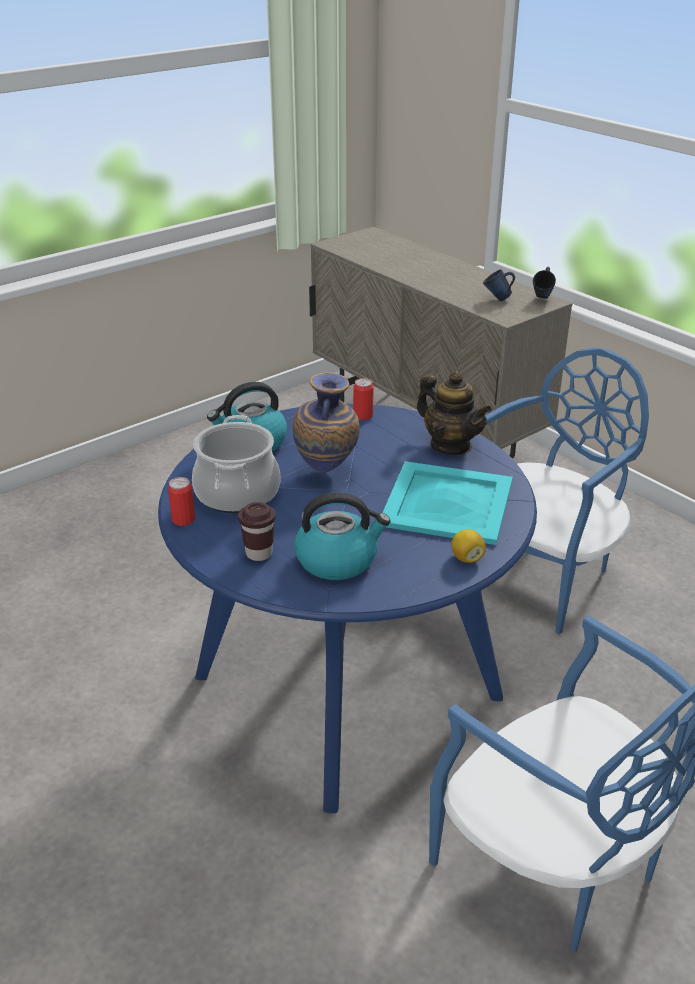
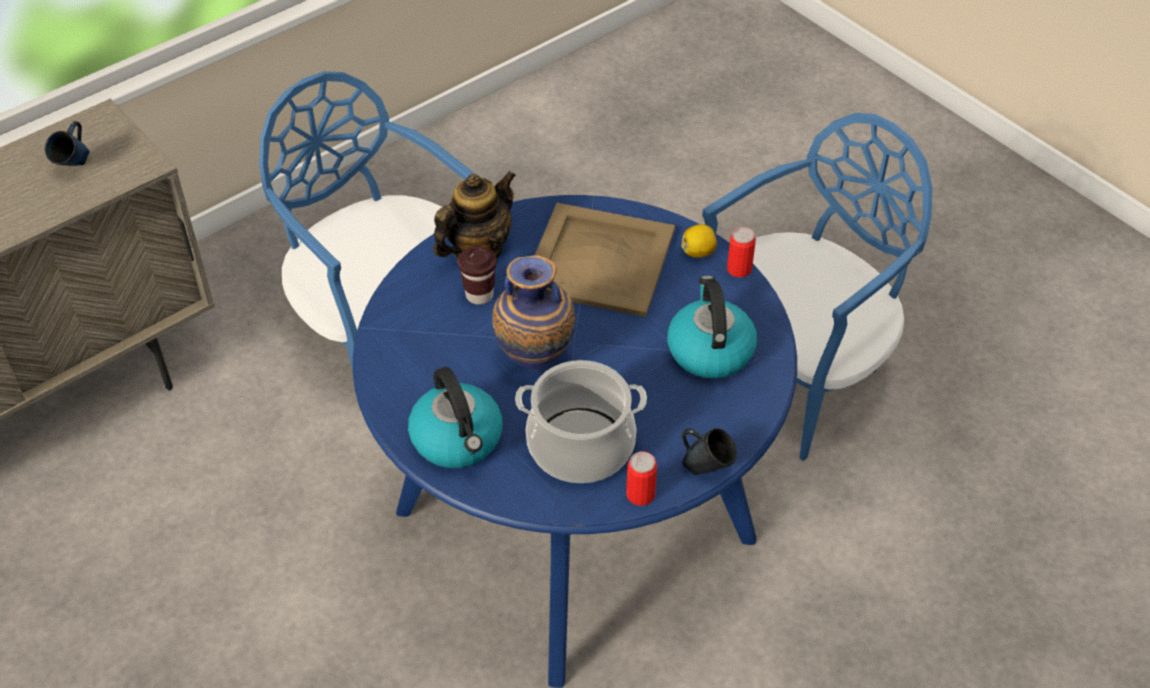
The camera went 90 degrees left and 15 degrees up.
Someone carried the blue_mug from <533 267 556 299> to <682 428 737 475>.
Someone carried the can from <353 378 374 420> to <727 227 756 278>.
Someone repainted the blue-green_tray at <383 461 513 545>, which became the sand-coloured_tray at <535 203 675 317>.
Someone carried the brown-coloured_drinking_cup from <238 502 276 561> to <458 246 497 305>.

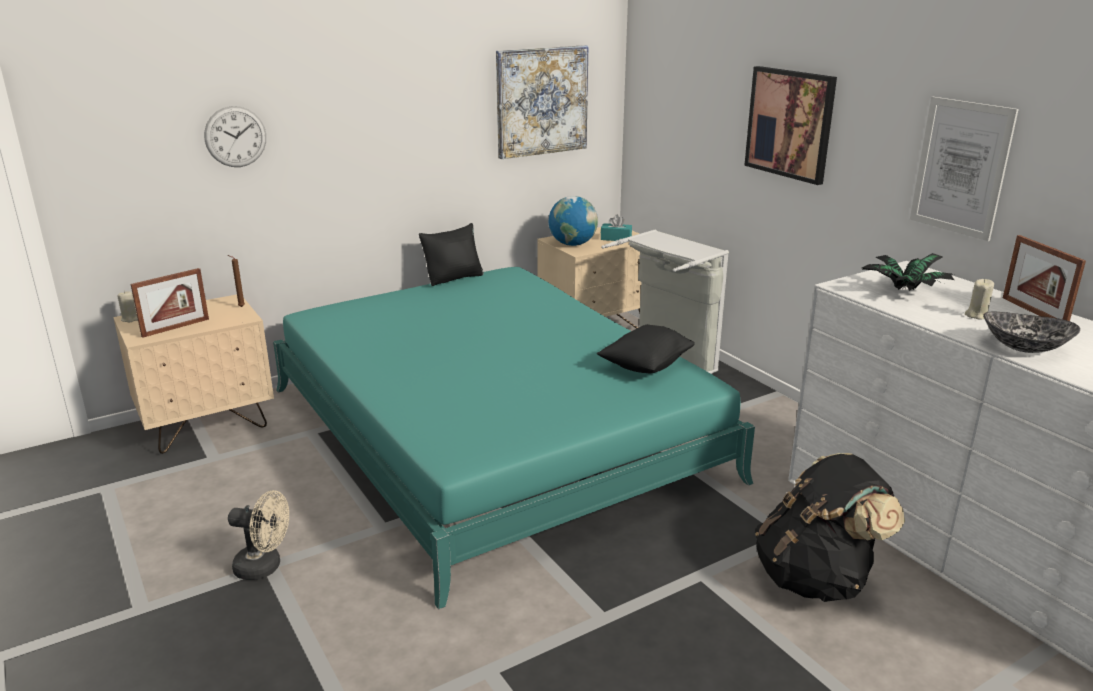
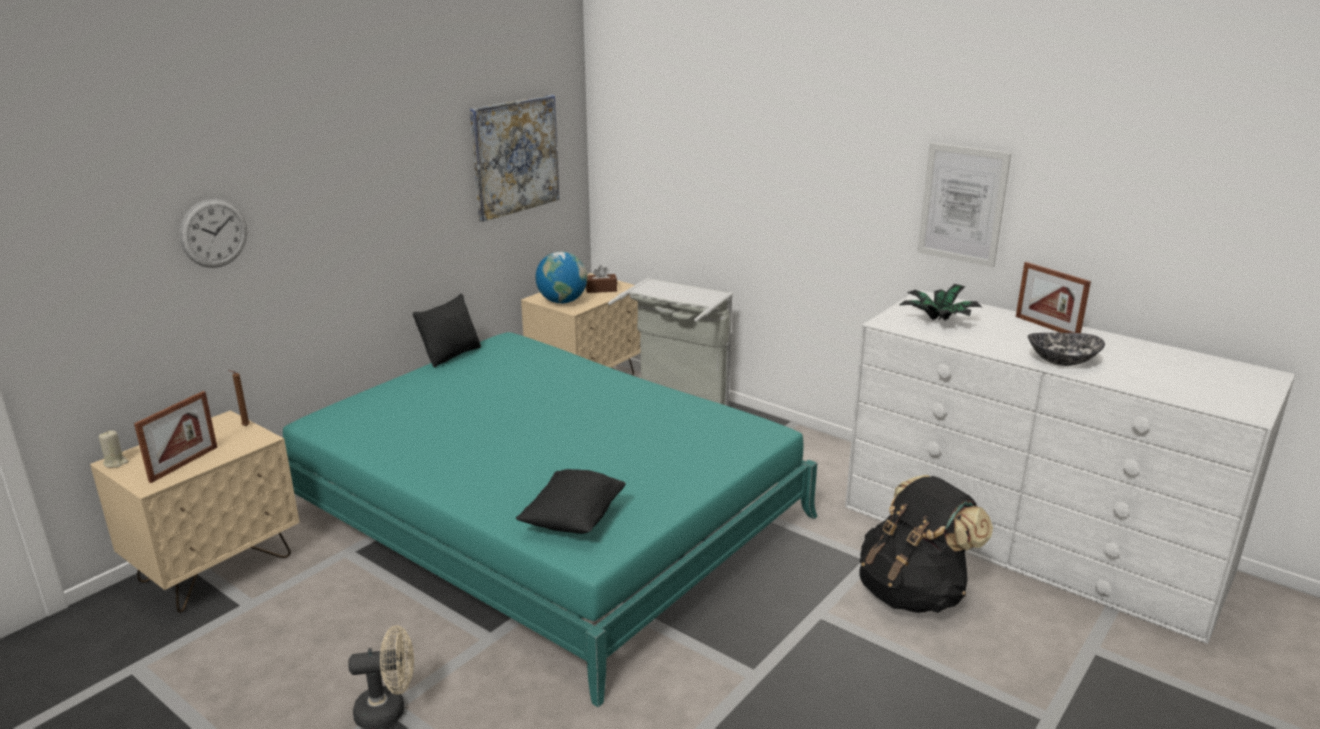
The camera went 20 degrees left and 0 degrees up.
Someone took away the wall_picture at <744 66 837 185>.
Someone repainted the blue-green_tissue_holder at <601 215 632 241>, which became the brown-coloured_tissue_holder at <586 265 617 293>.
Someone took away the sand-coloured_wax_light at <965 279 994 319>.
Someone carried the black-coloured_cushion from <597 325 695 373> to <516 469 626 534>.

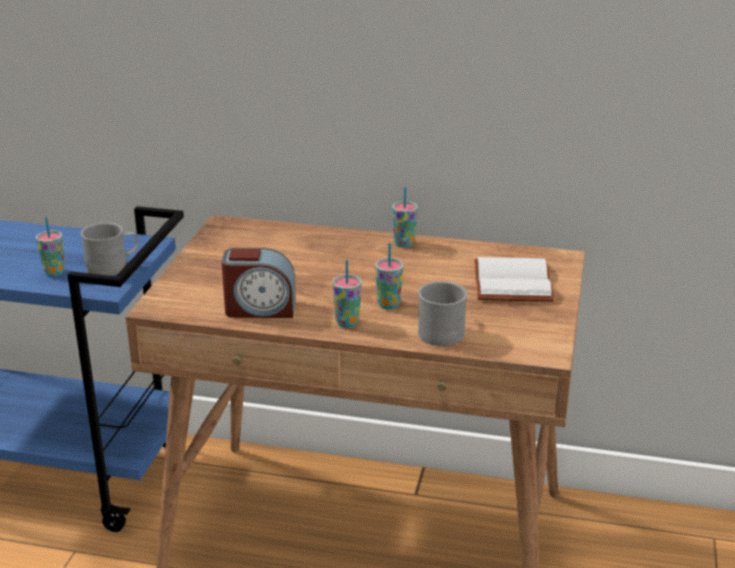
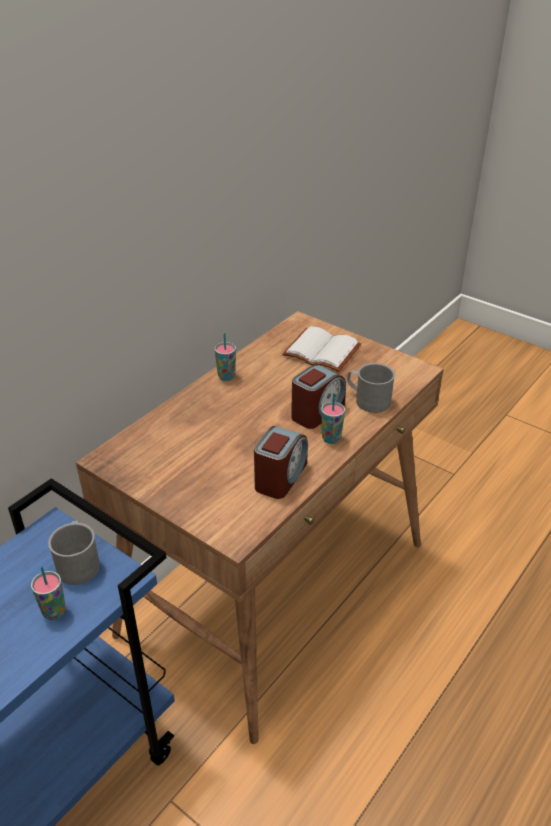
The camera went 65 degrees left and 10 degrees up.
Someone swapped the drinking_cup at <375 243 404 309> for the bedside_clock at <291 364 346 429>.

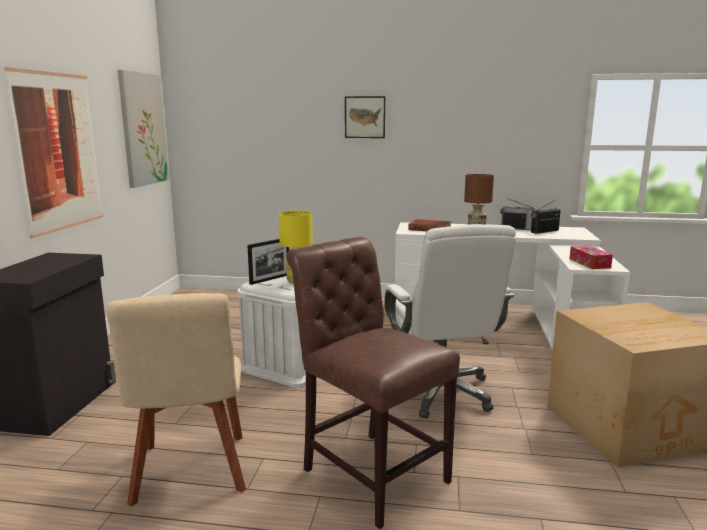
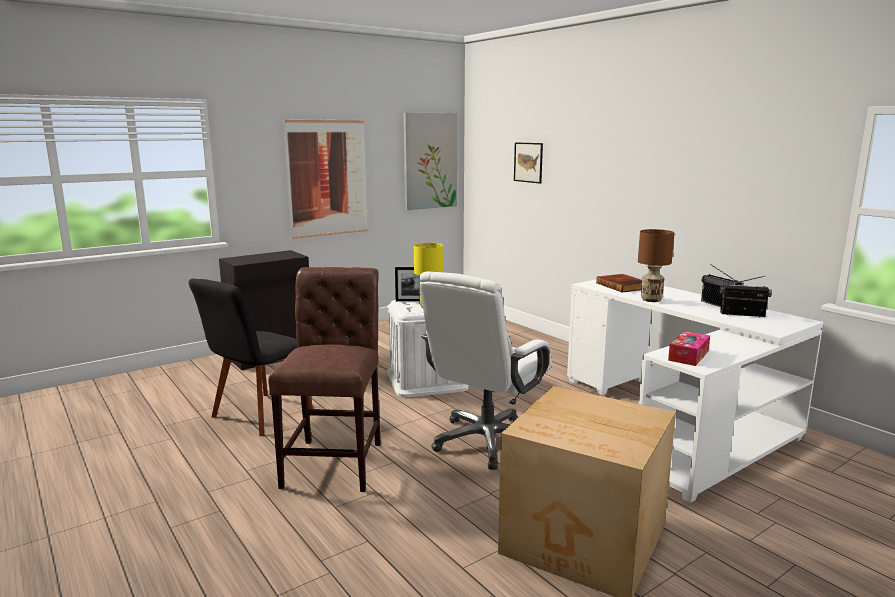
The camera went 45 degrees right and 0 degrees up.
Someone carried the wall_picture from <345 96 385 138> to <514 142 543 183>.
Someone repainted the sand-coloured_upright_chair at <105 293 246 507>, which became the black-coloured_upright_chair at <189 279 313 436>.

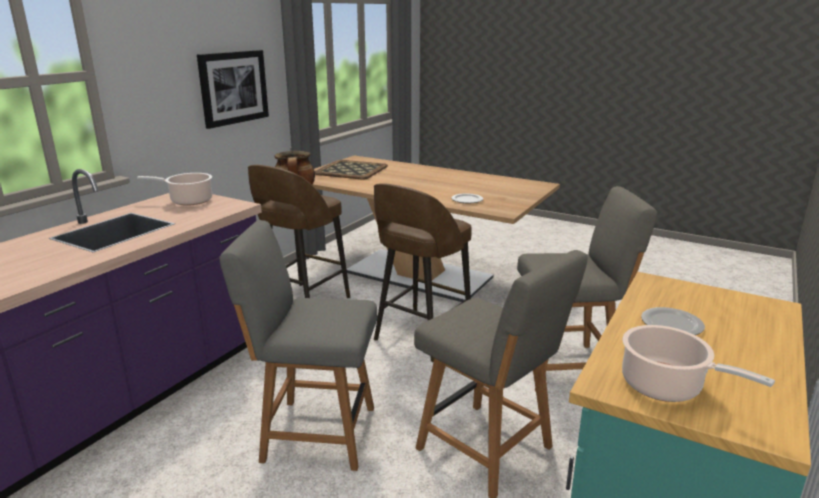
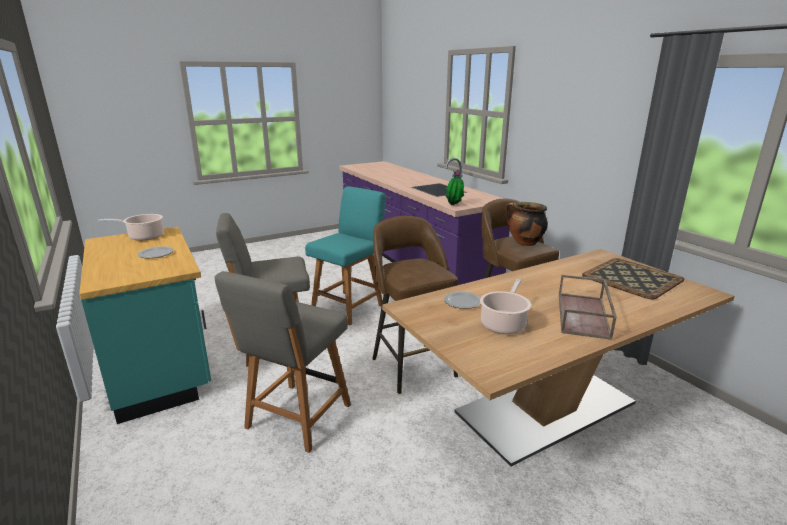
The camera went 120 degrees right and 0 degrees up.
Someone took away the wall_picture at <197 50 269 129>.
Someone carried the saucepot from <137 173 212 206> to <480 279 531 334>.
Someone repainted the grey_upright_chair at <219 220 378 471>, which became the blue-green_upright_chair at <305 187 386 325>.
Someone put down the houseplant at <445 169 464 205>.
Someone put down the brown-coloured_tray at <559 275 617 340>.

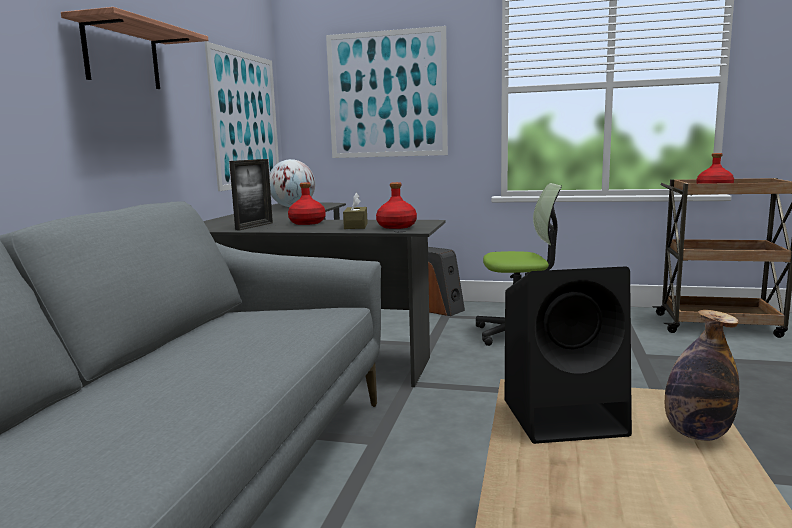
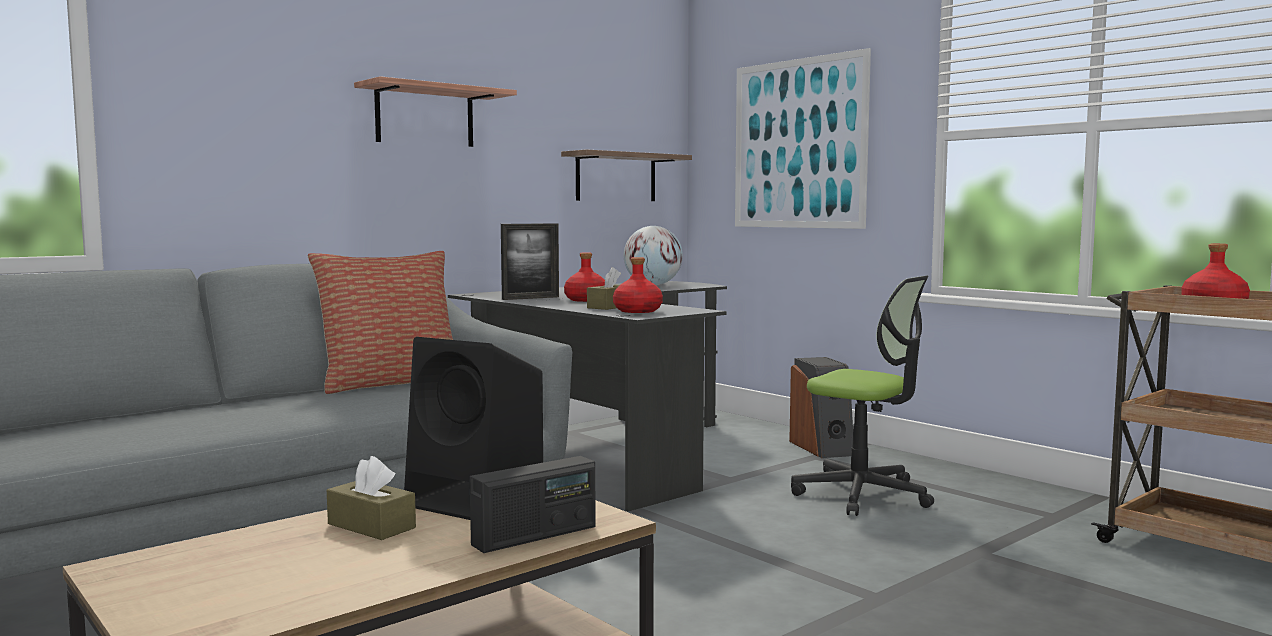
The camera went 35 degrees right and 5 degrees down.
Someone swapped the wall_picture at <205 41 279 191> for the bracket_shelf at <561 149 692 201>.
Someone swapped the drink_bottle at <665 310 739 441> for the radio_receiver at <470 456 596 553>.
Someone put down the cushion at <308 251 453 394>.
Someone put down the brown-coloured_tissue_holder at <327 456 416 540>.

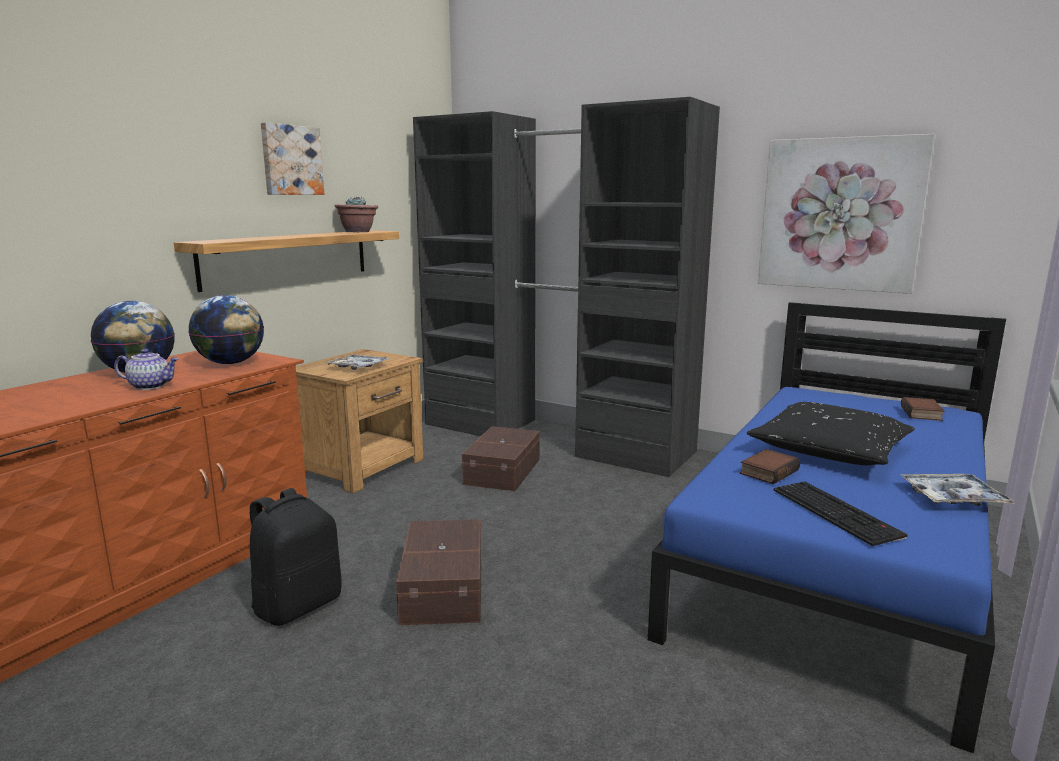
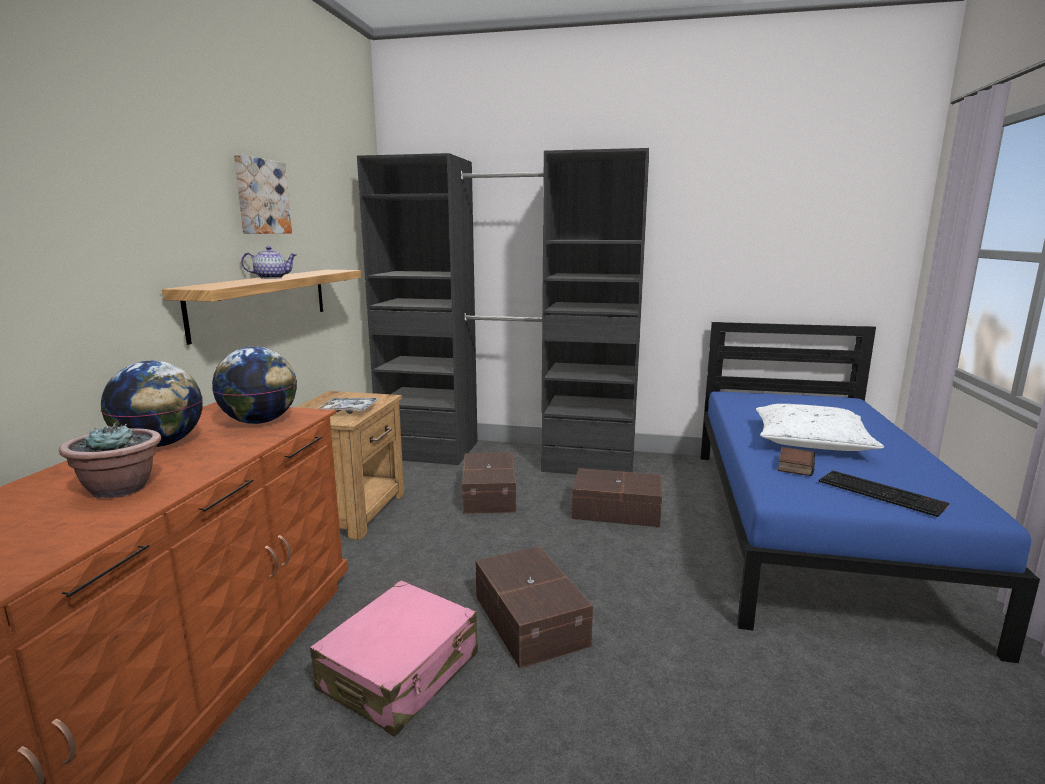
The camera went 20 degrees left and 0 degrees up.
Someone took away the wall_picture at <758 134 935 294>.
Someone carried the houseplant from <335 197 378 232> to <59 422 161 498>.
Someone carried the pot_for_tea from <114 349 178 390> to <241 246 297 279>.
Someone took away the volume at <901 397 945 421>.
Someone repainted the black-coloured_cushion at <747 402 915 465>, which became the white_cushion at <756 404 884 451>.
Someone took away the tray at <901 474 1015 506>.
Someone swapped the black-coloured_backpack at <250 488 342 626> for the pink_travel_case at <310 581 478 736>.
Someone put down the brown-coloured_storage_container at <572 468 662 527>.

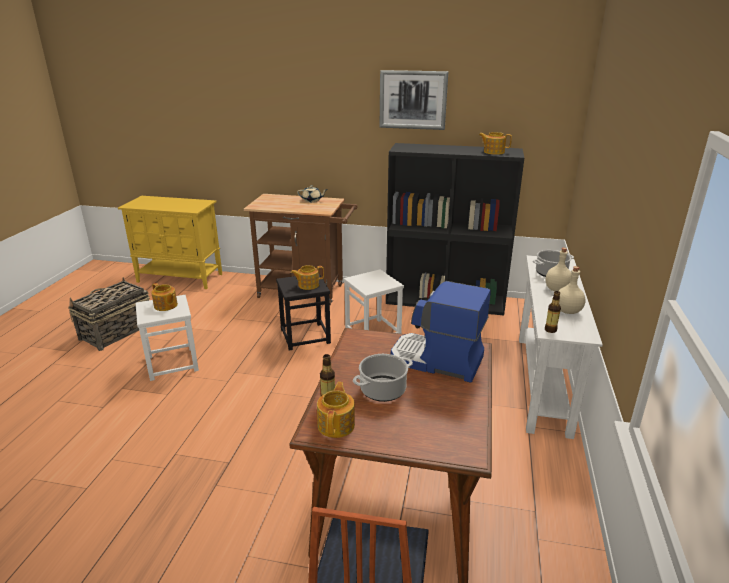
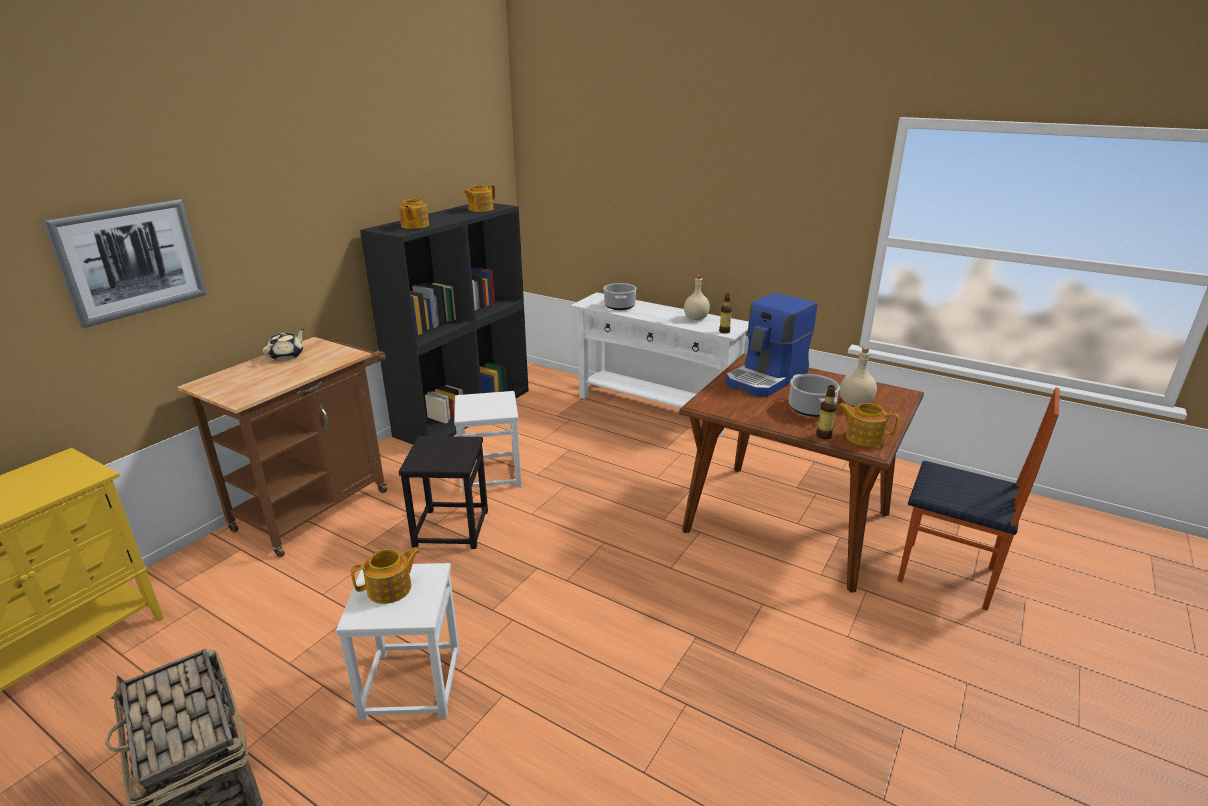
The camera went 70 degrees left and 0 degrees up.
Someone carried the wall_picture from <380 70 448 130> to <43 199 207 328>.
Someone carried the sand-coloured_drink_bottle from <546 248 572 291> to <840 347 877 407>.
Someone carried the pot_for_tea from <291 265 324 290> to <399 197 429 229>.

